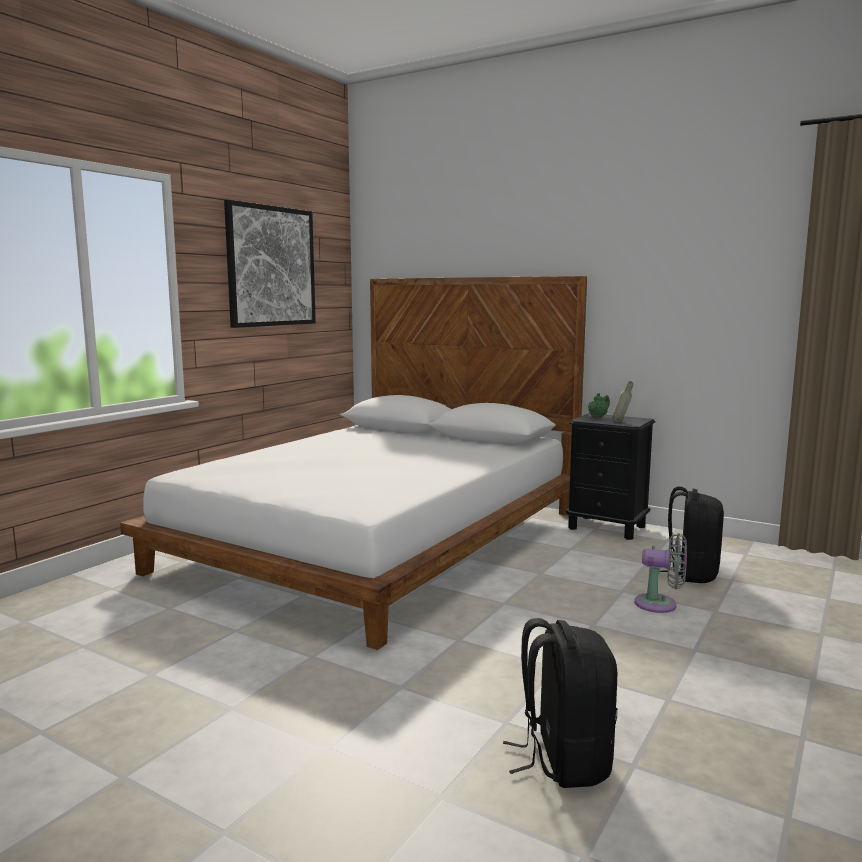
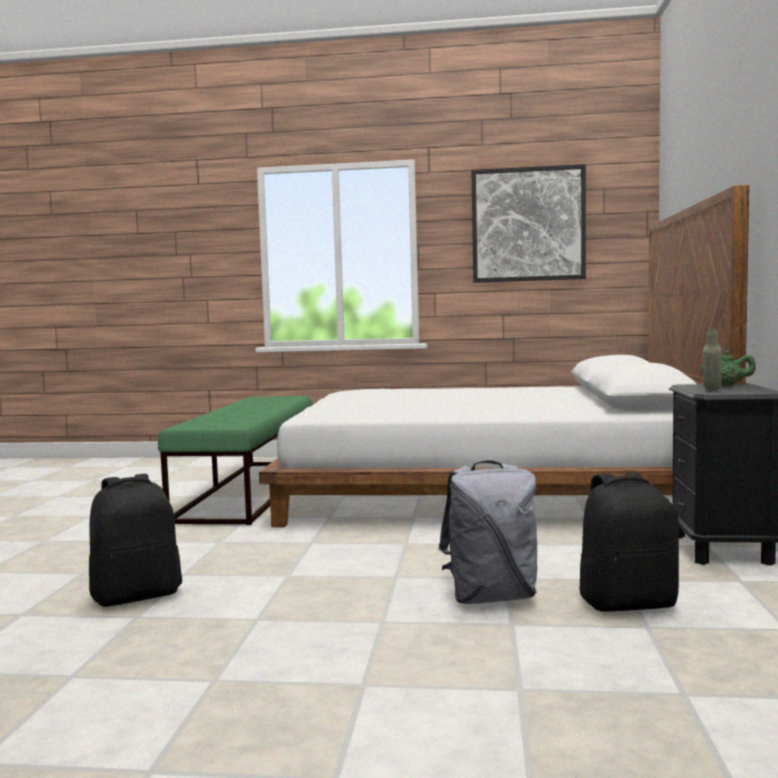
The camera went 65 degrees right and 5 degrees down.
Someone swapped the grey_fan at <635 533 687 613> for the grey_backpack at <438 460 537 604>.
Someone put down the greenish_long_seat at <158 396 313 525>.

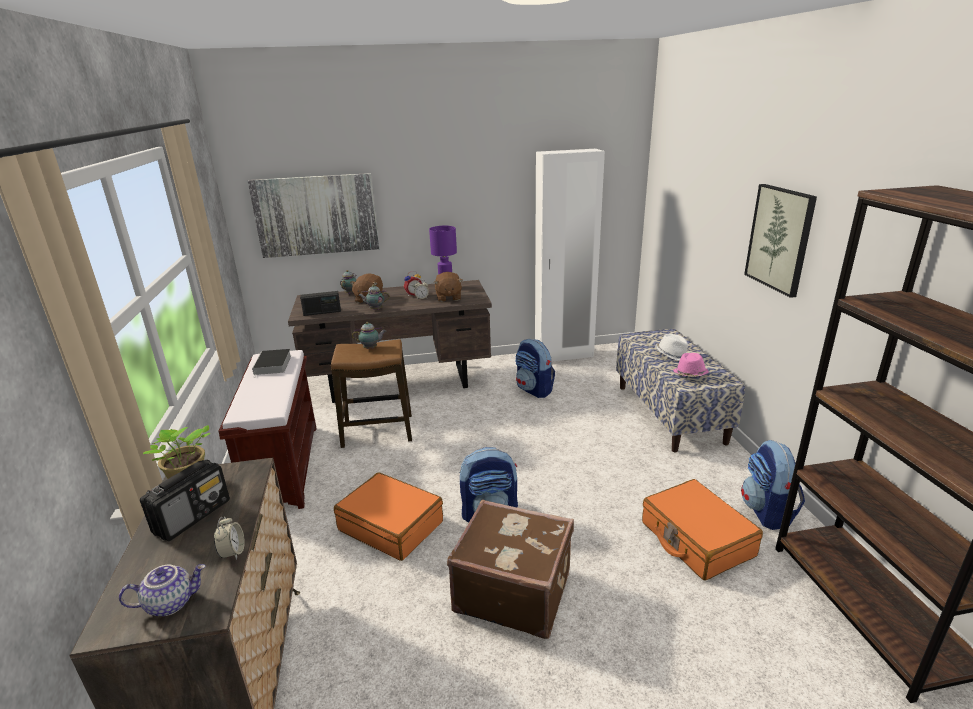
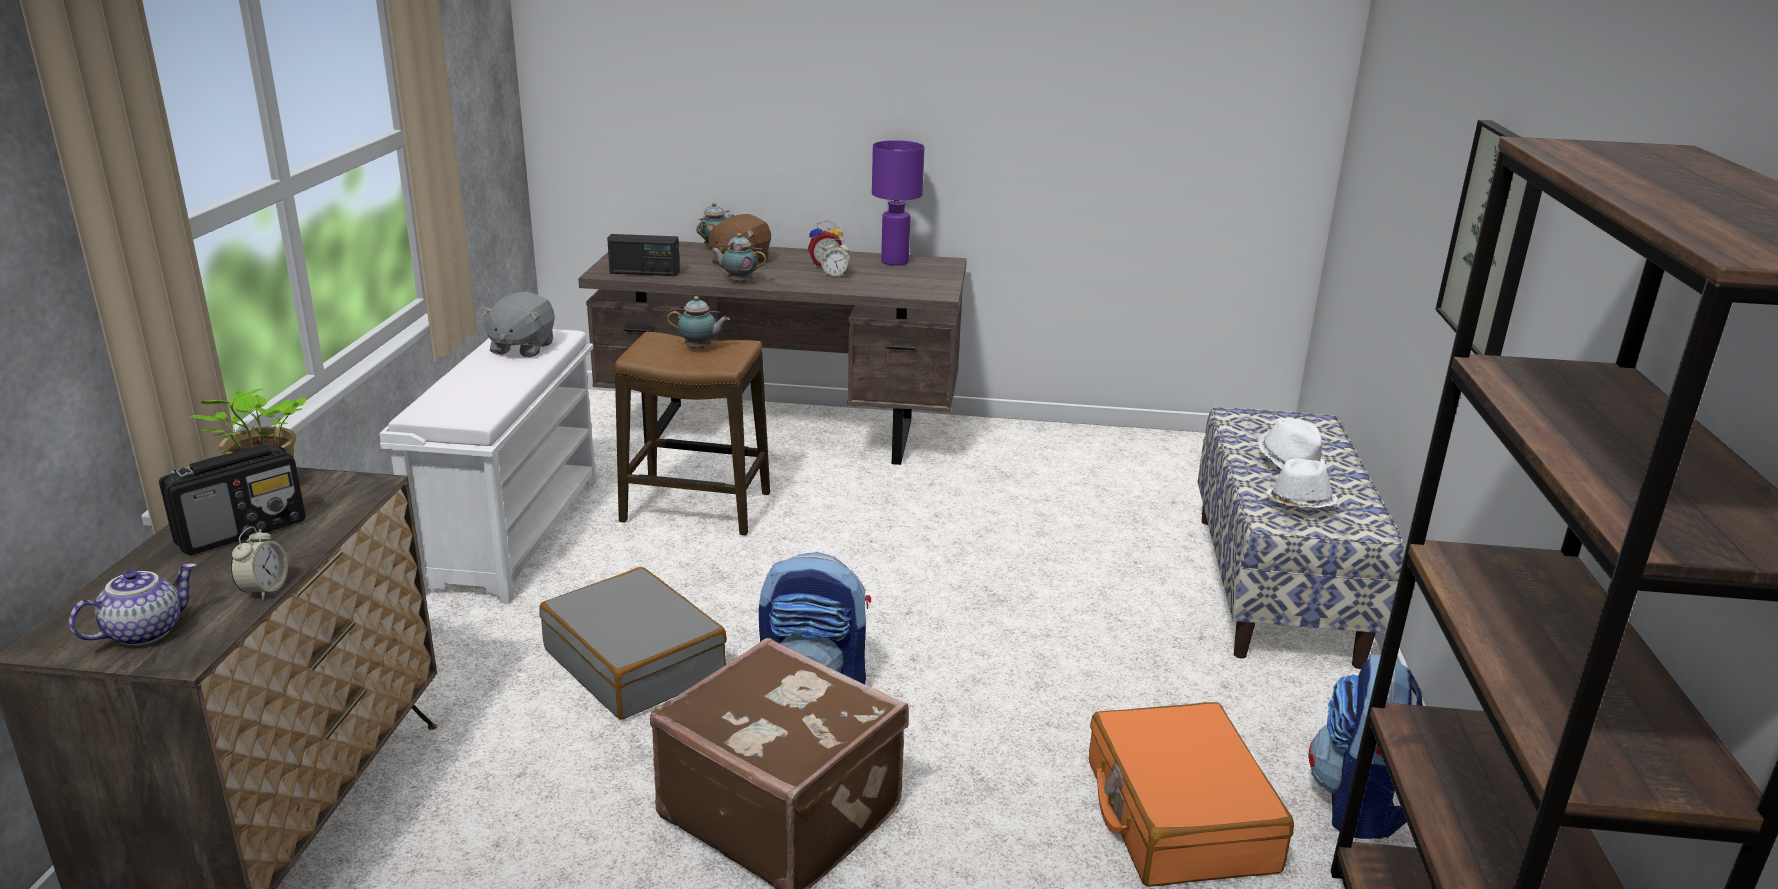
The camera went 15 degrees right and 0 degrees up.
Someone took away the white_clothes_cupboard at <535 149 605 362>.
Someone took away the wall_picture at <248 173 379 258>.
Someone took away the brown-coloured_cuddly_toy at <434 272 463 302>.
Someone took away the backpack at <515 339 555 398>.
Someone swapped the volume at <252 349 291 375> for the grey_cuddly_toy at <479 292 555 357>.
Someone repainted the brown-coloured_long_seat at <218 350 317 509>, which became the white_long_seat at <379 329 596 604>.
Someone repainted the pink_wearable_hat at <673 353 709 377>, which became the white_wearable_hat at <1264 458 1339 508>.
Someone repainted the orange-coloured_travel_case at <334 472 443 561>, which became the grey_travel_case at <539 567 727 720>.
Someone rotated the pot_for_tea at <119 564 206 616> by 45 degrees counterclockwise.

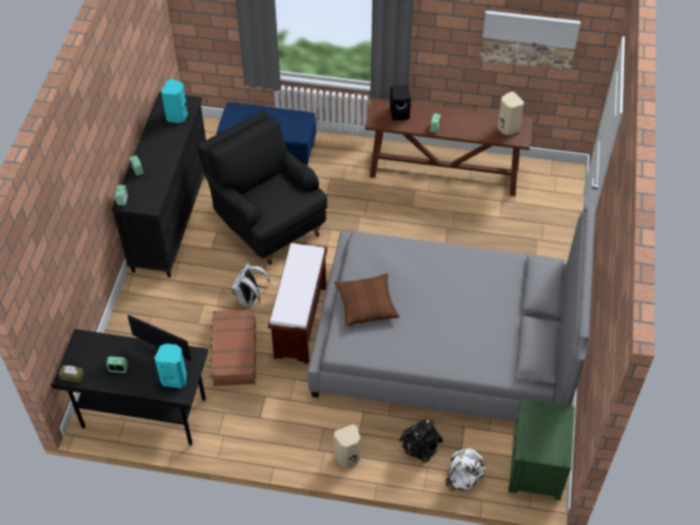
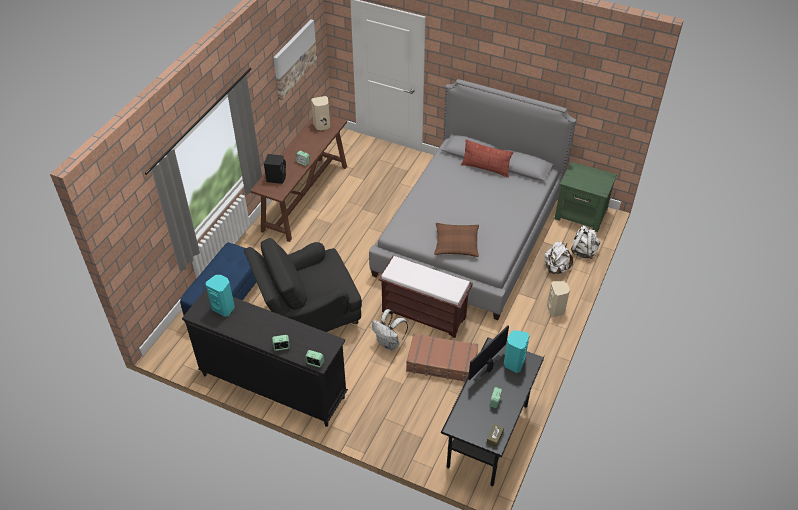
The camera went 75 degrees left and 5 degrees down.
Someone repainted the black-coloured_backpack at <399 419 443 463>, which became the white_backpack at <545 241 573 274>.
Someone put down the cushion at <461 139 514 178>.

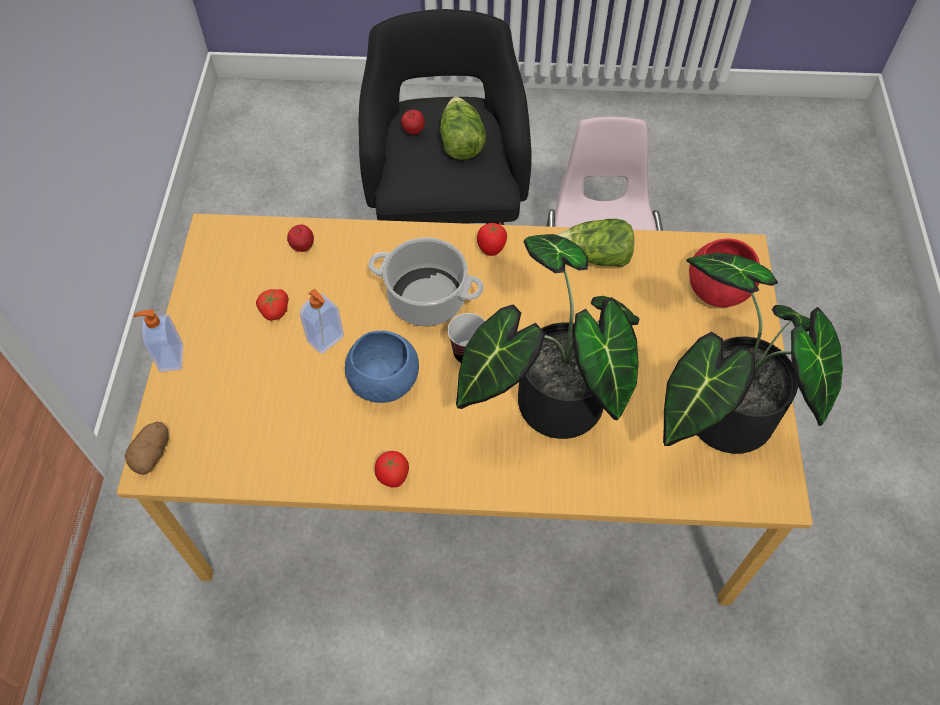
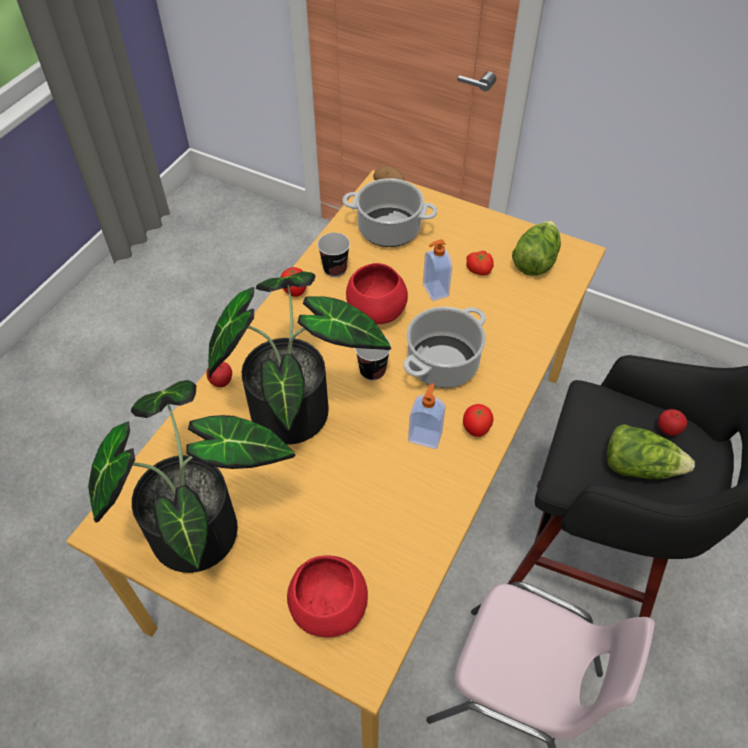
The camera went 115 degrees right and 5 degrees down.
Someone carried the lettuce from <557 219 634 267> to <512 221 561 276>.
Someone carried the apple_fruit from <287 225 314 252> to <206 362 232 387>.
Someone carried the soap_bottle from <134 309 183 372> to <408 383 446 449>.
Someone repainted the blue_deep_dish at <345 331 419 403>, which became the red_deep_dish at <346 263 408 324>.
Someone put down the saucepot at <343 178 437 247>.
Someone put down the drinking_cup at <317 233 350 277>.

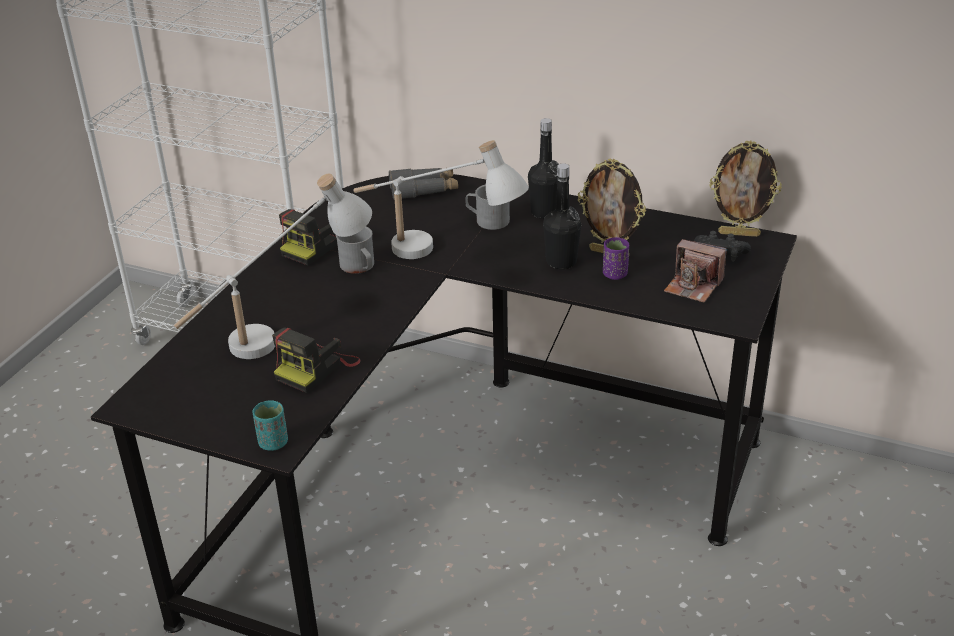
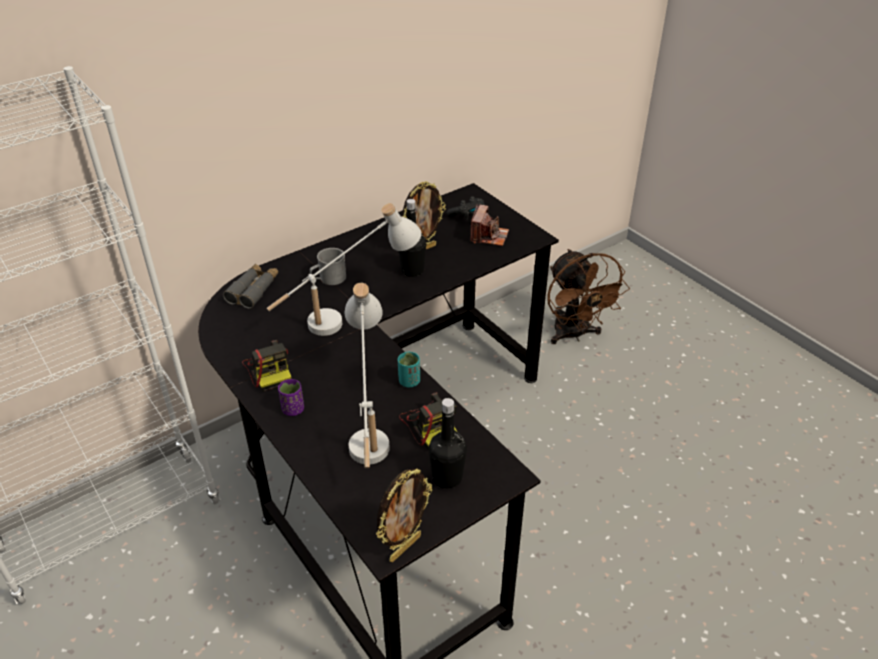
The camera went 60 degrees left and 5 degrees up.
Someone carried the black-coloured_drink_bottle from <528 118 559 219> to <429 398 467 489>.
Someone carried the standing_frame from <710 140 782 237> to <376 468 432 562>.
Someone took away the grey_mug at <336 227 374 274>.
Someone carried the purple-coloured_drinking_cup from <603 237 629 280> to <278 379 304 416>.
Someone rotated the still_camera at <664 239 726 303> by 45 degrees counterclockwise.
Someone carried the blue-green_drinking_cup from <253 400 288 451> to <398 352 420 387>.
Someone put down the brown-coloured_fan at <547 249 630 344>.

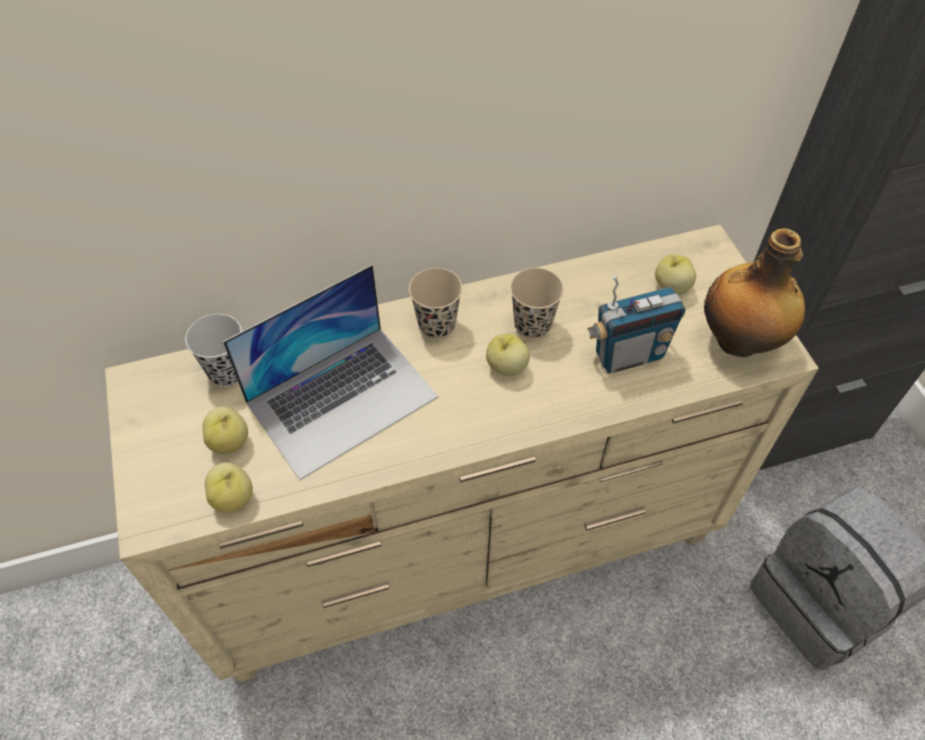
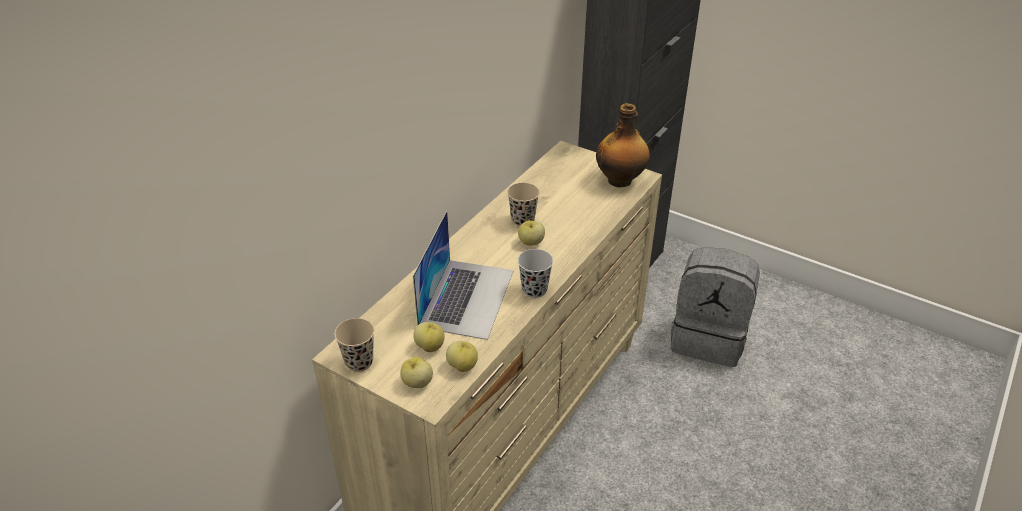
The camera went 40 degrees left and 15 degrees down.
Someone carried the apple_fruit from <655 254 696 295> to <400 357 433 388>.
Someone carried the sand-coloured_drinking_cup from <409 268 462 339> to <334 318 374 372>.
Someone took away the radio_receiver at <587 275 685 373>.
Someone carried the black-coloured_drinking_cup from <185 314 242 386> to <518 249 553 298>.

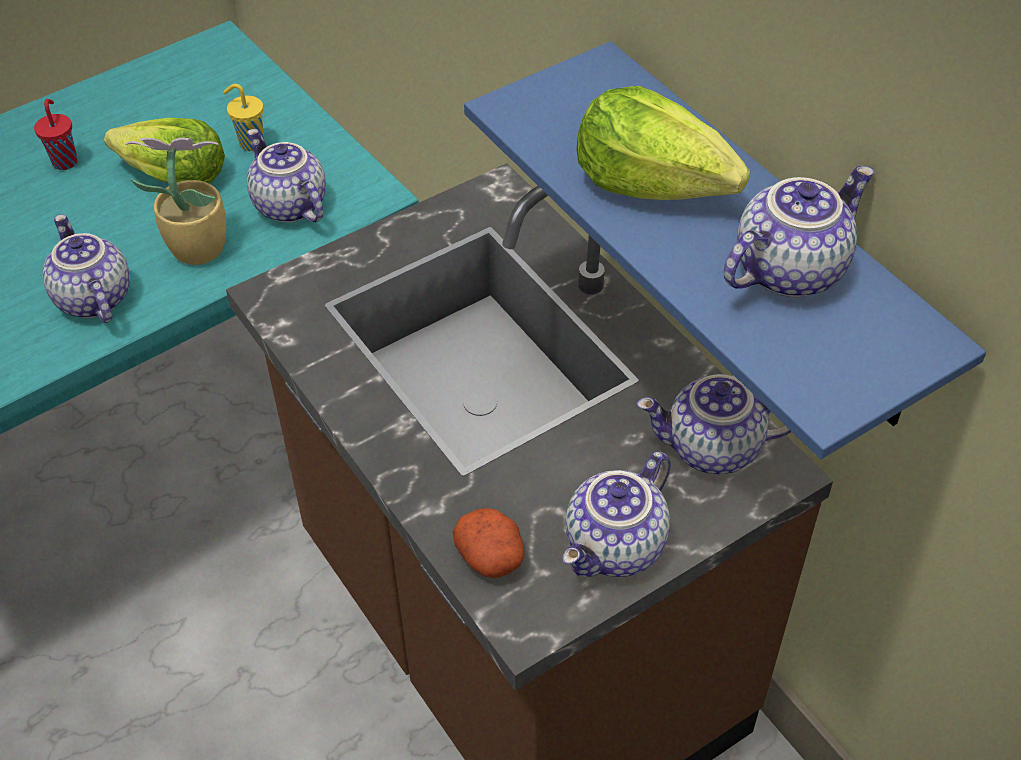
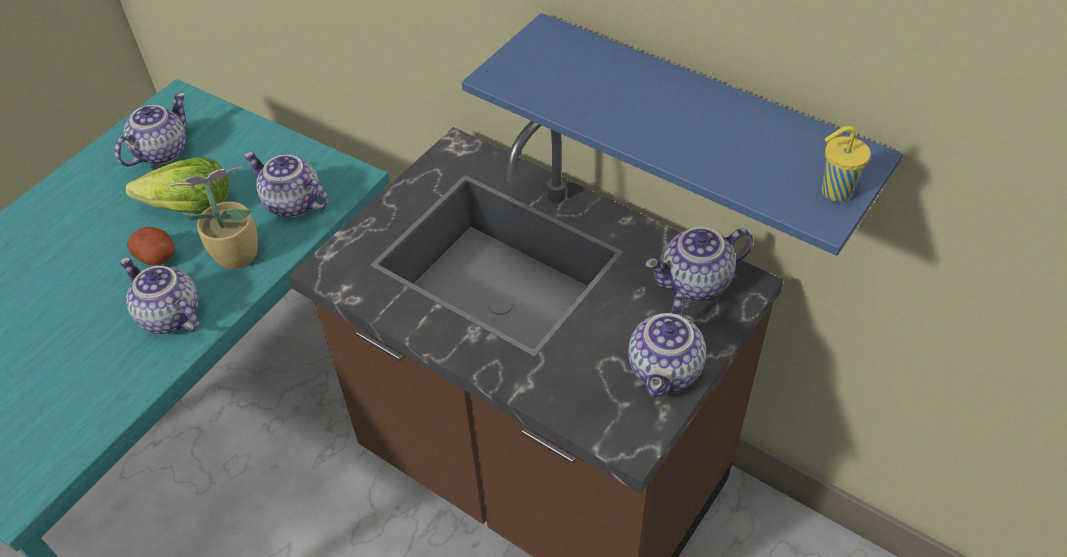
The camera went 20 degrees left and 0 degrees up.
Someone carried the yellow-coloured_drinking_cup from <223 84 264 151> to <822 126 871 202>.
Someone took away the lettuce at <577 86 750 200>.
Someone took away the red_drinking_cup at <34 99 78 170>.
Someone carried the pot_for_tea from <723 166 875 297> to <115 92 186 166>.
Someone carried the spud from <453 508 524 578> to <127 227 175 266>.

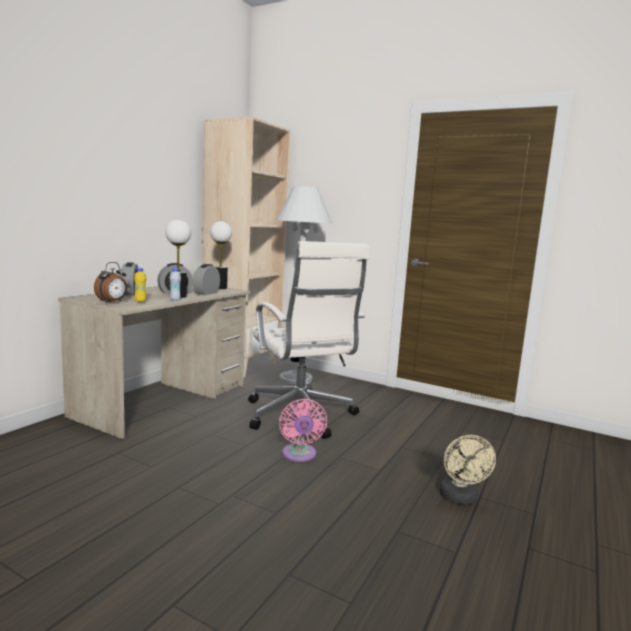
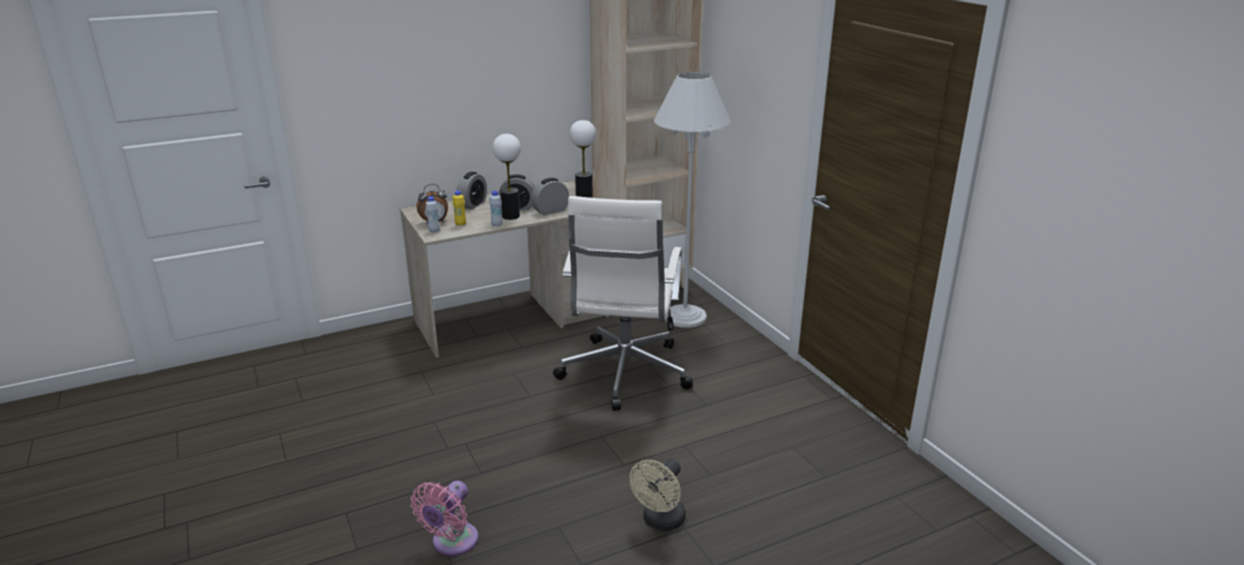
The camera went 35 degrees right and 15 degrees up.
Someone carried the pink_fan from <279 399 327 462> to <411 481 479 556>.
Someone put down the white_drink_bottle at <426 196 440 233>.

